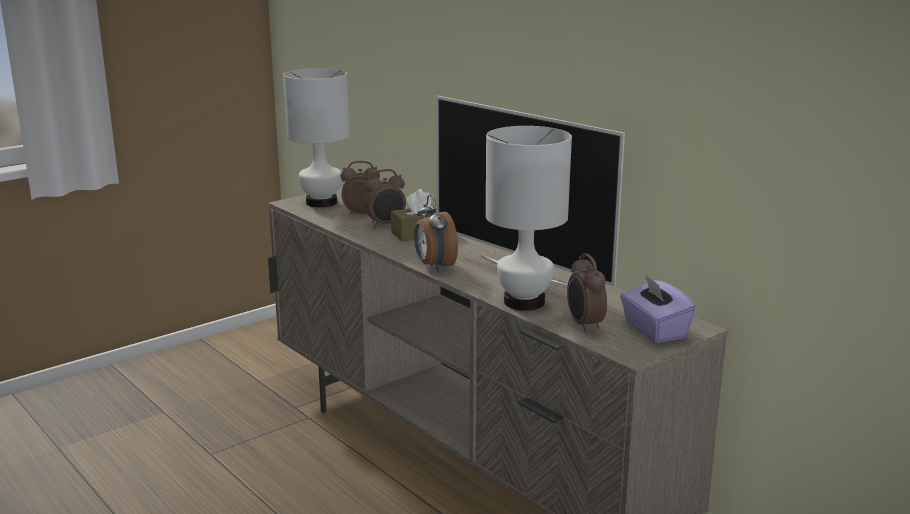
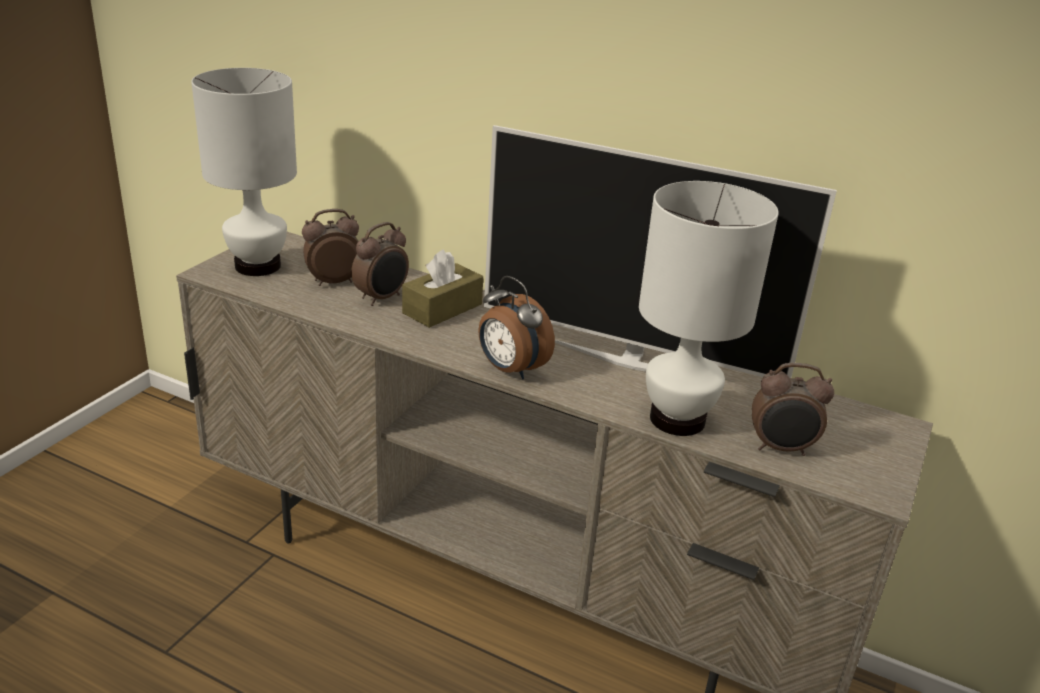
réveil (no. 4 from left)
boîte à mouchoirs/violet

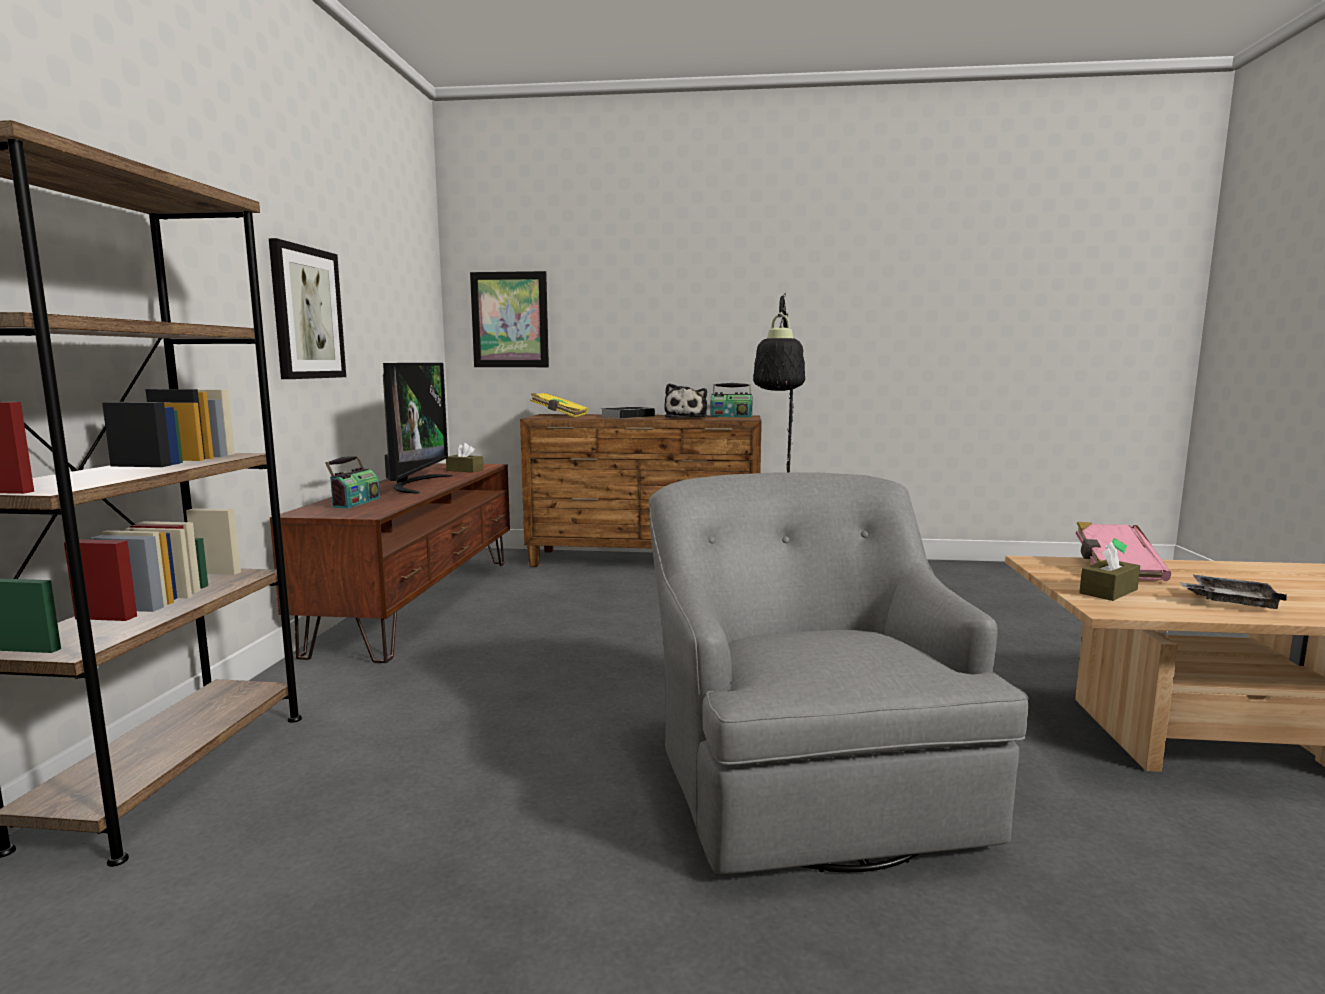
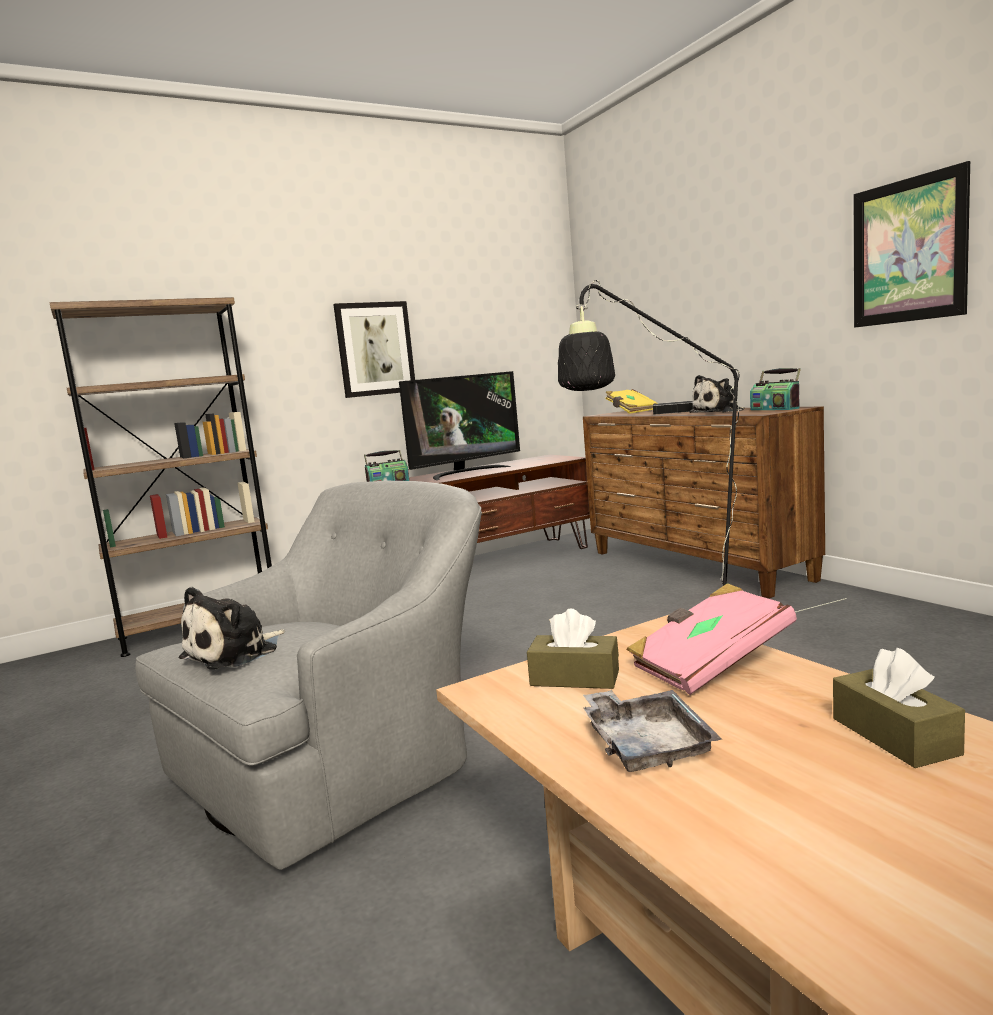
peluche (no. 1 from left)
boîte à mouchoirs/marron (no. 2 from left)
tableau (no. 2 from left)

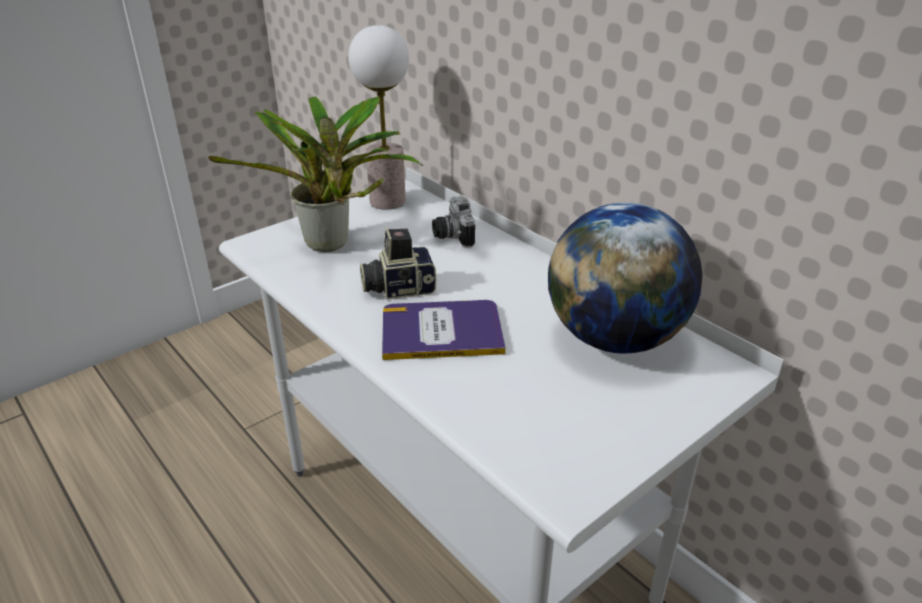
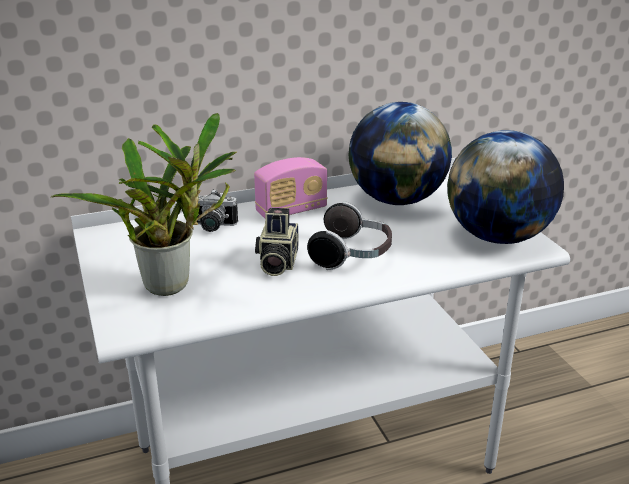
radio
casque audio
globe (no. 2 from left)
lampe de table

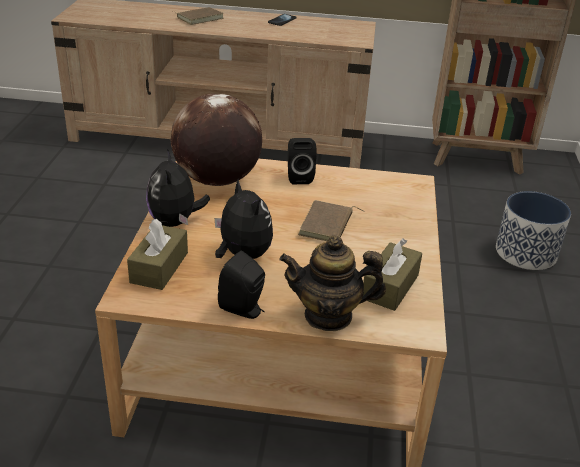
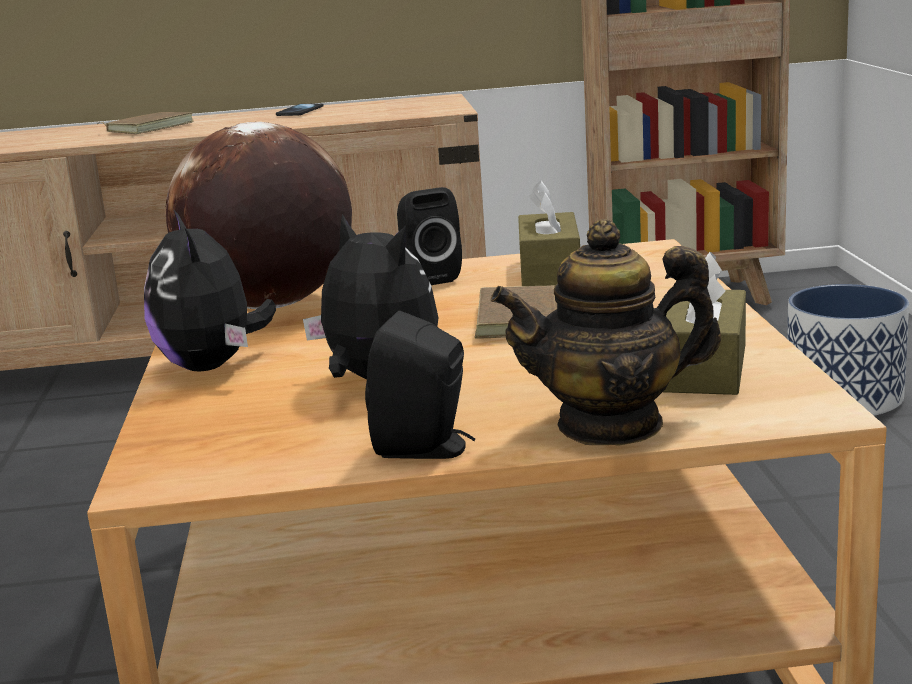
boîte à mouchoirs/marron (no. 1 from left)

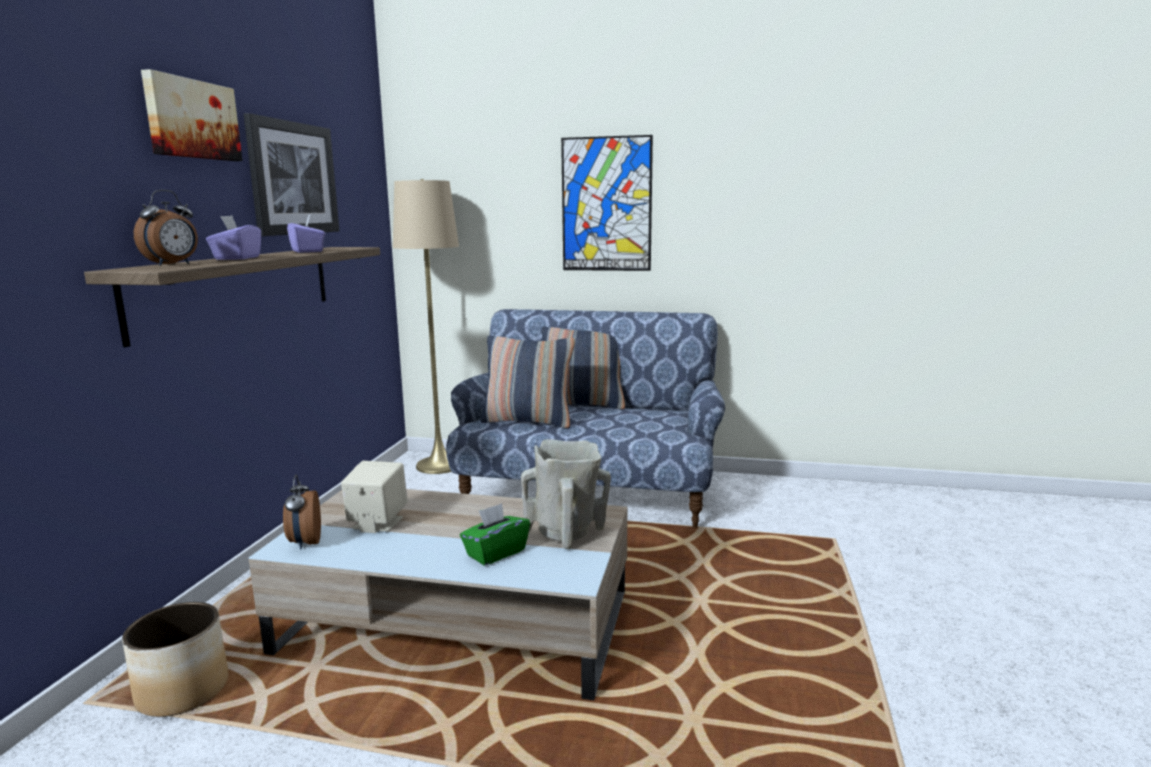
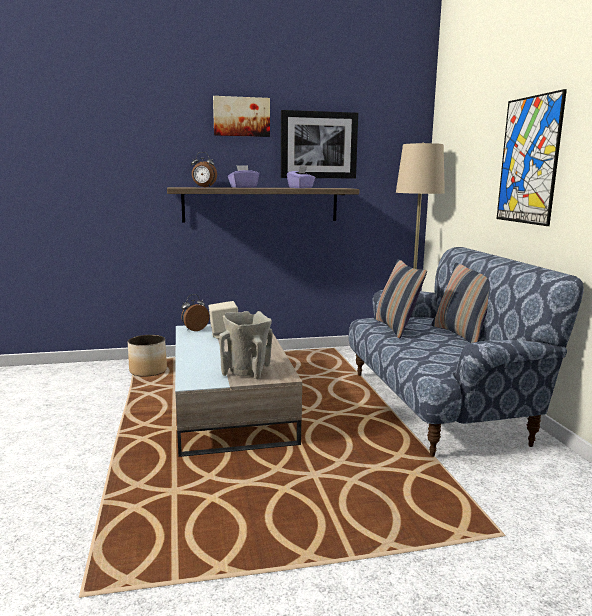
boîte à mouchoirs/vert

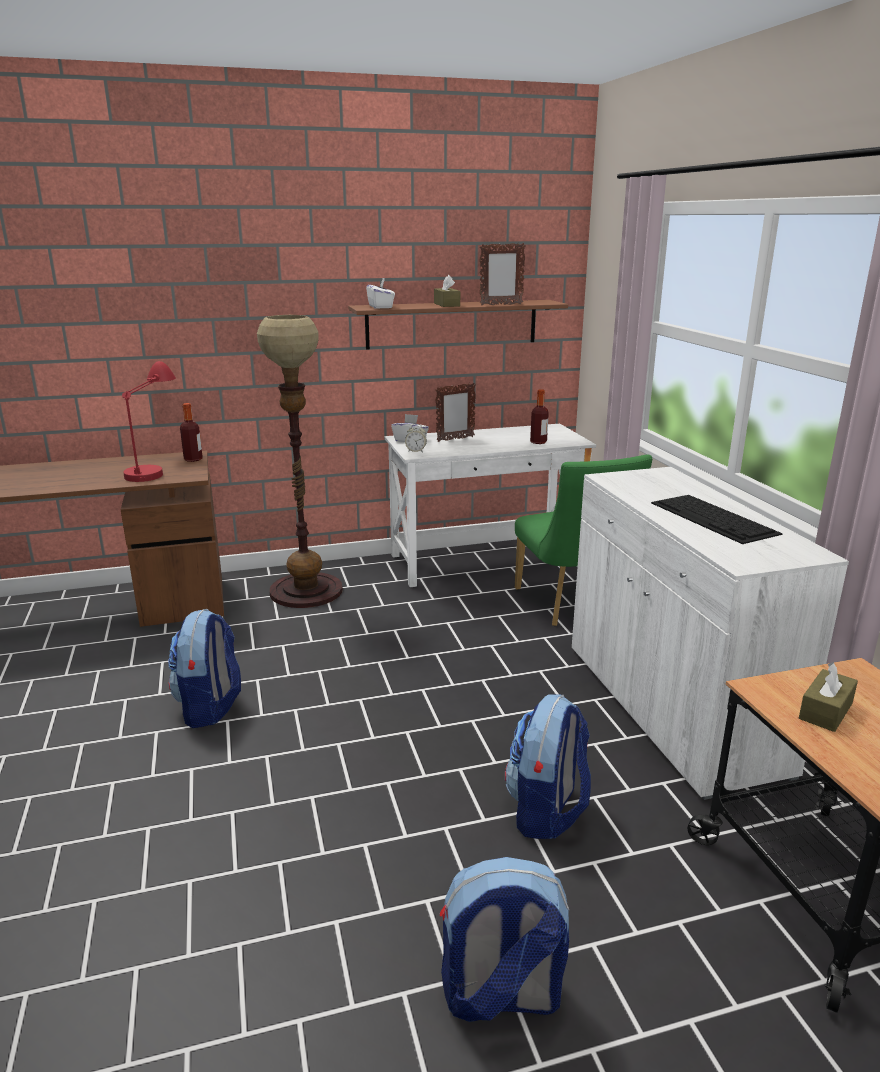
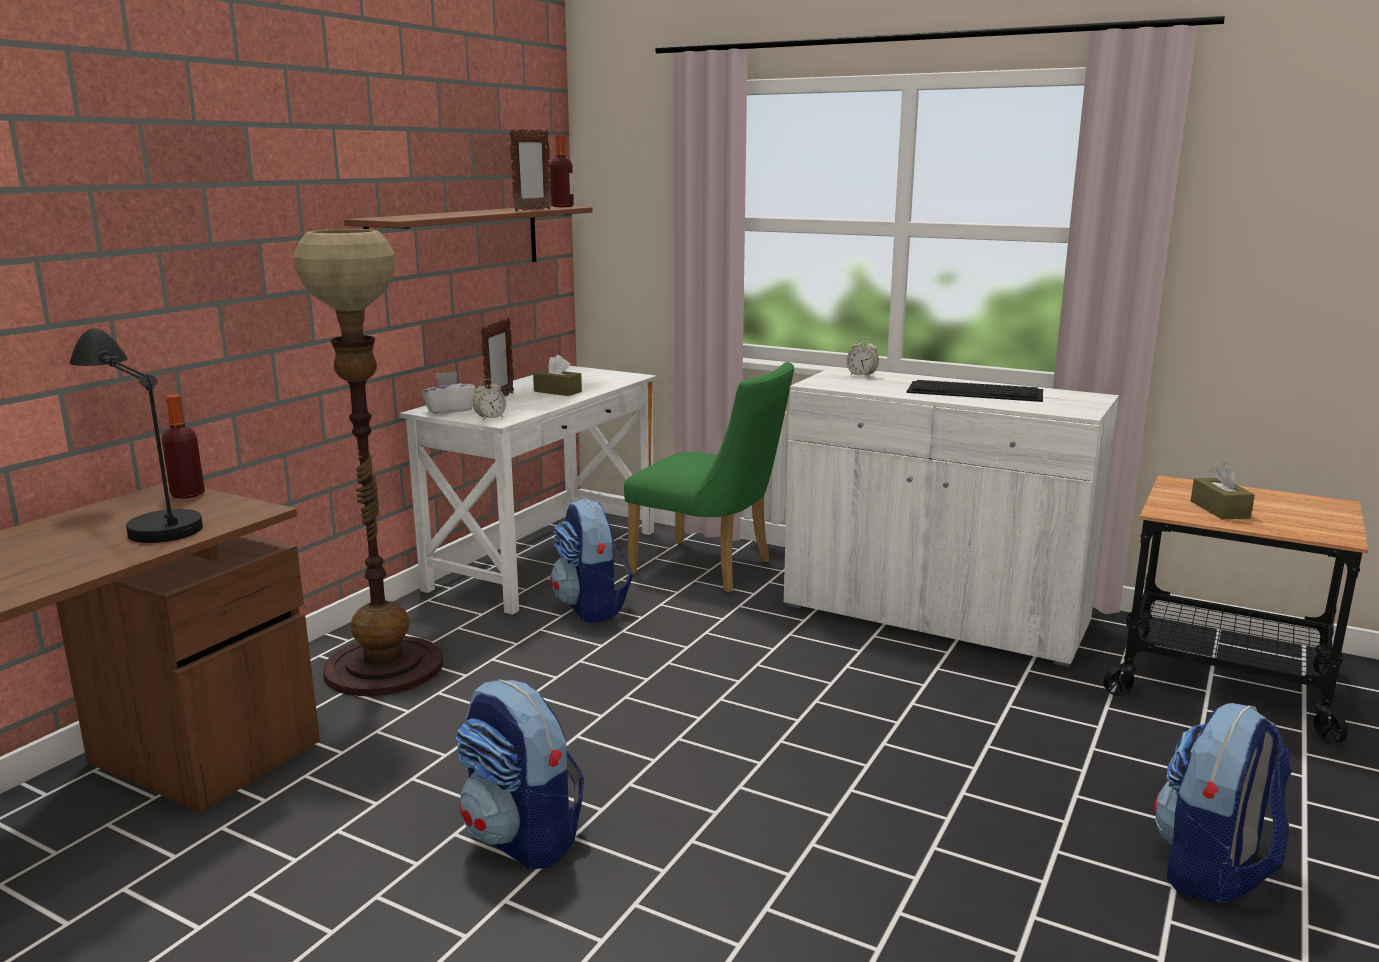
lampe de table/noir
boîte à mouchoirs/marron (no. 1 from left)
bouteille (no. 2 from left)
sac à dos (no. 2 from left)
réveil (no. 2 from left)
boîte à mouchoirs/blanc (no. 1 from left in the first image)

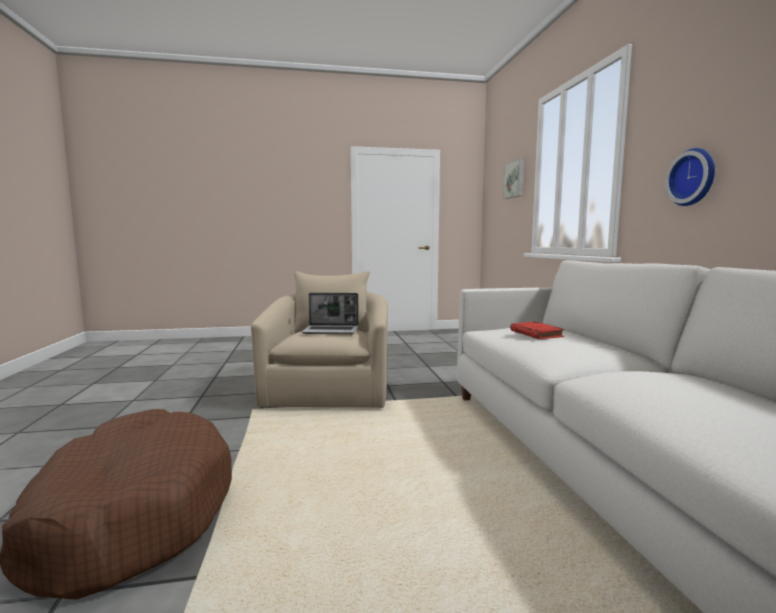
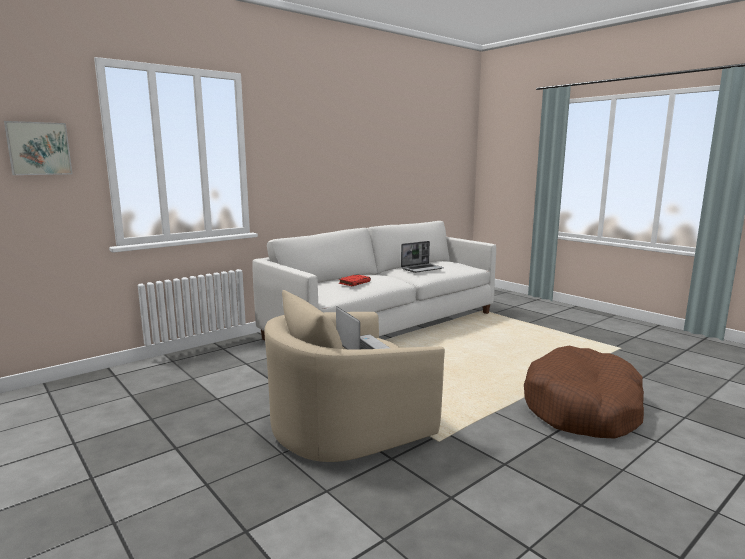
ordinateur portable (no. 2 from left)
horloge murale

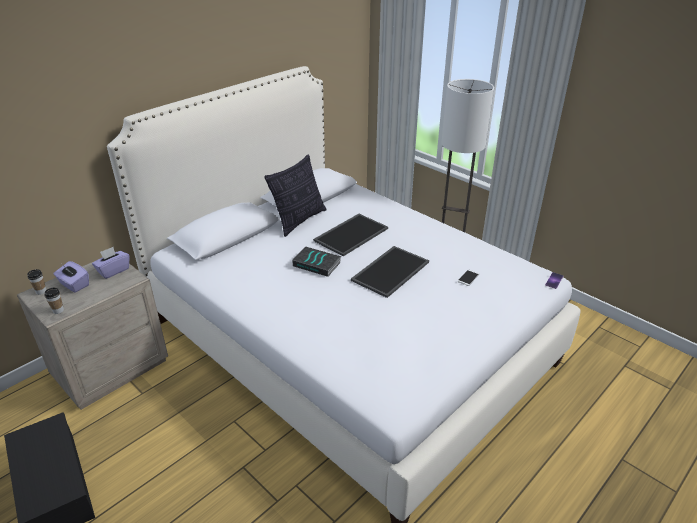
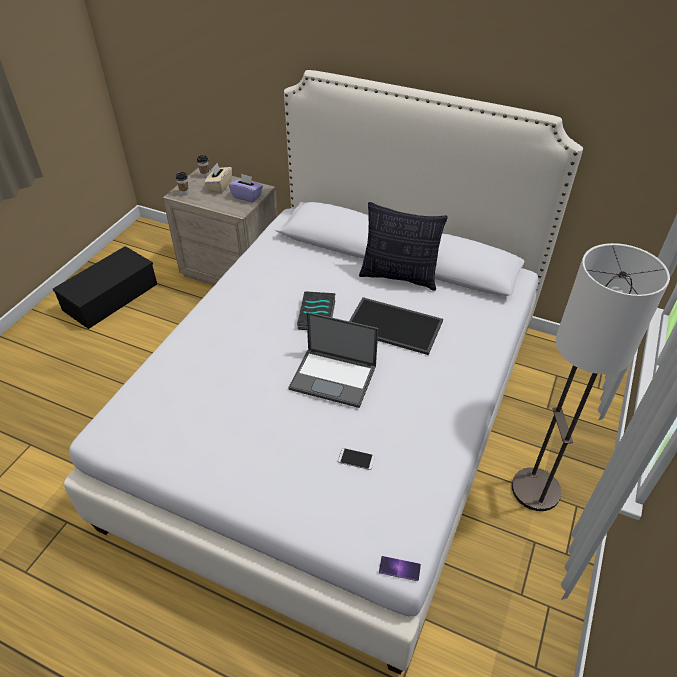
boîte à mouchoirs/beige
ordinateur portable

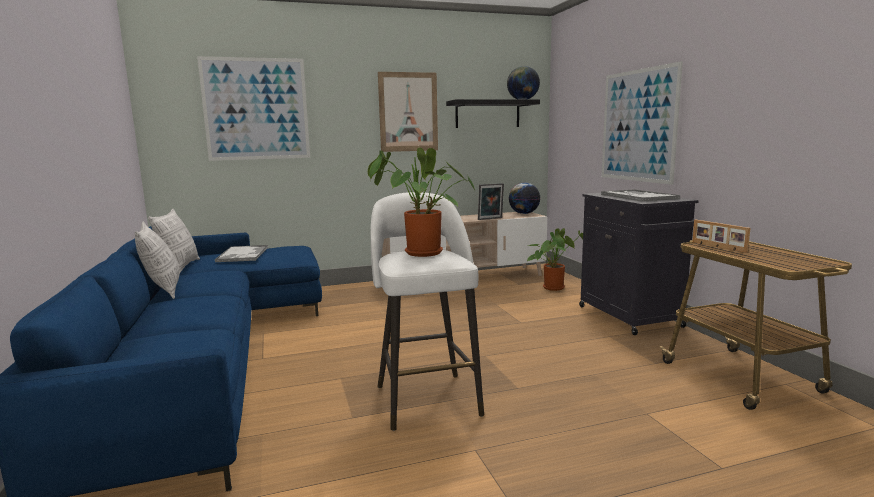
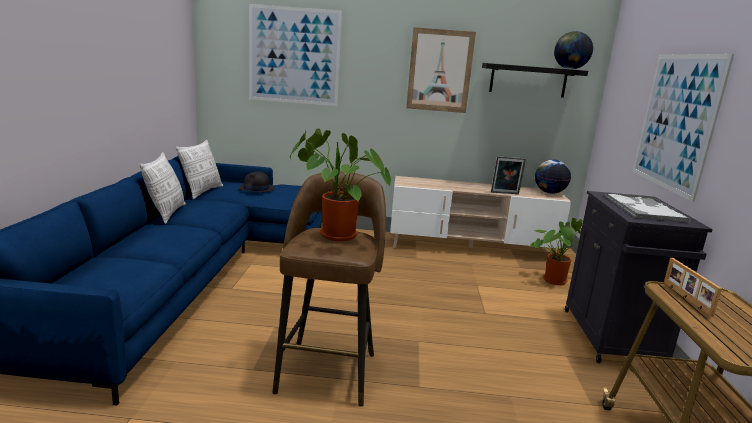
chapeau/noir
tabouret/marron

